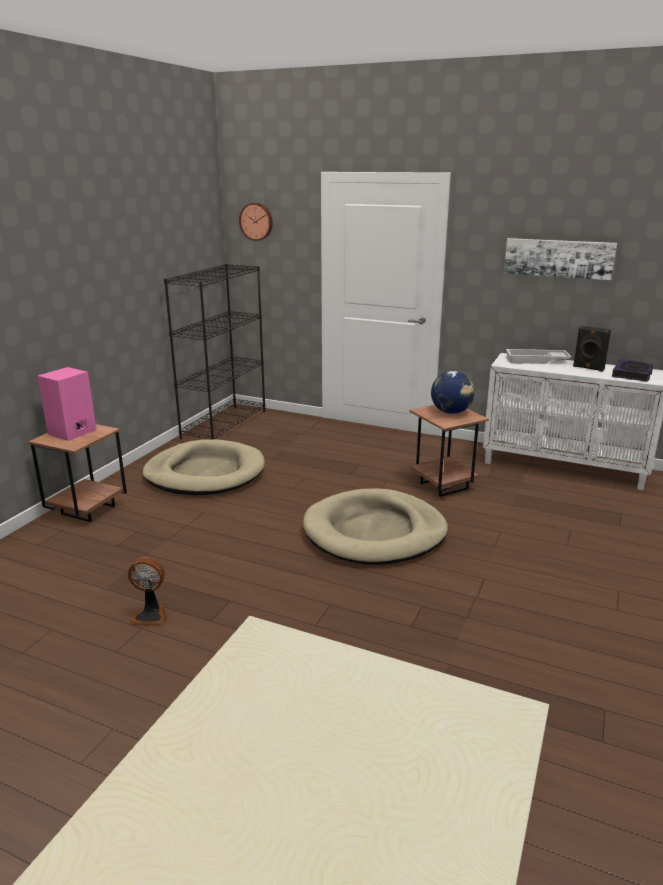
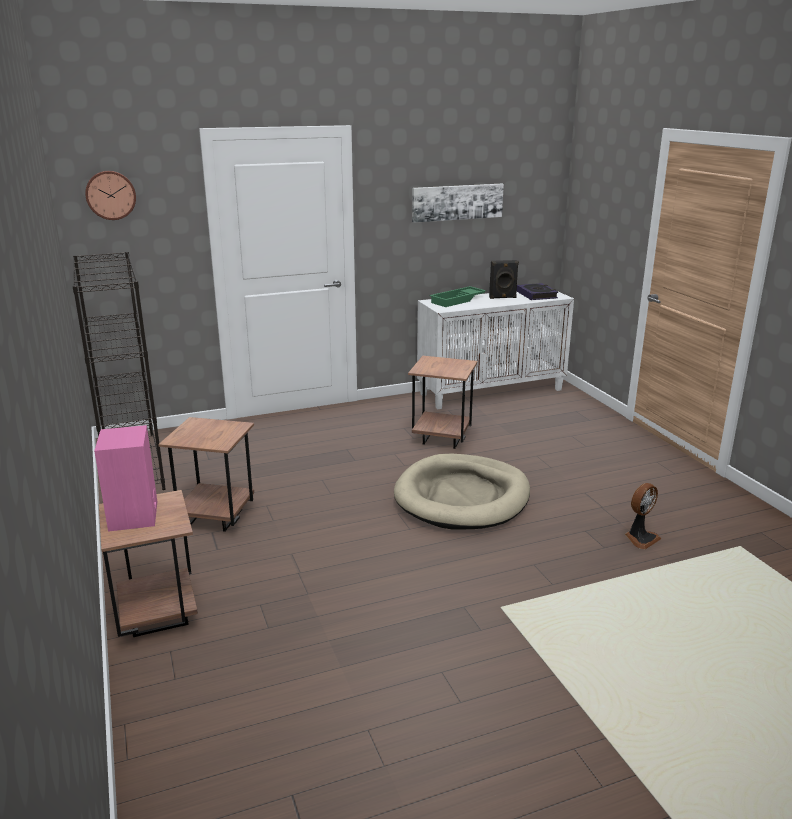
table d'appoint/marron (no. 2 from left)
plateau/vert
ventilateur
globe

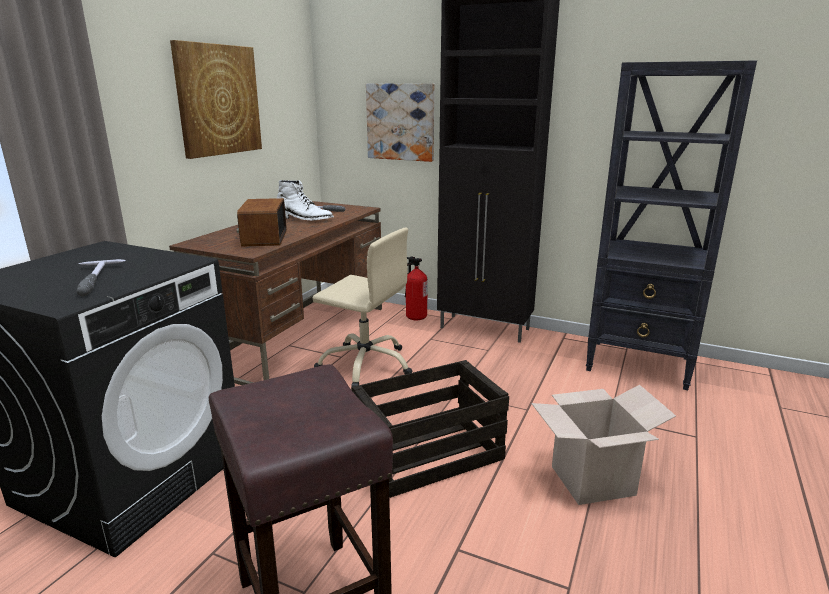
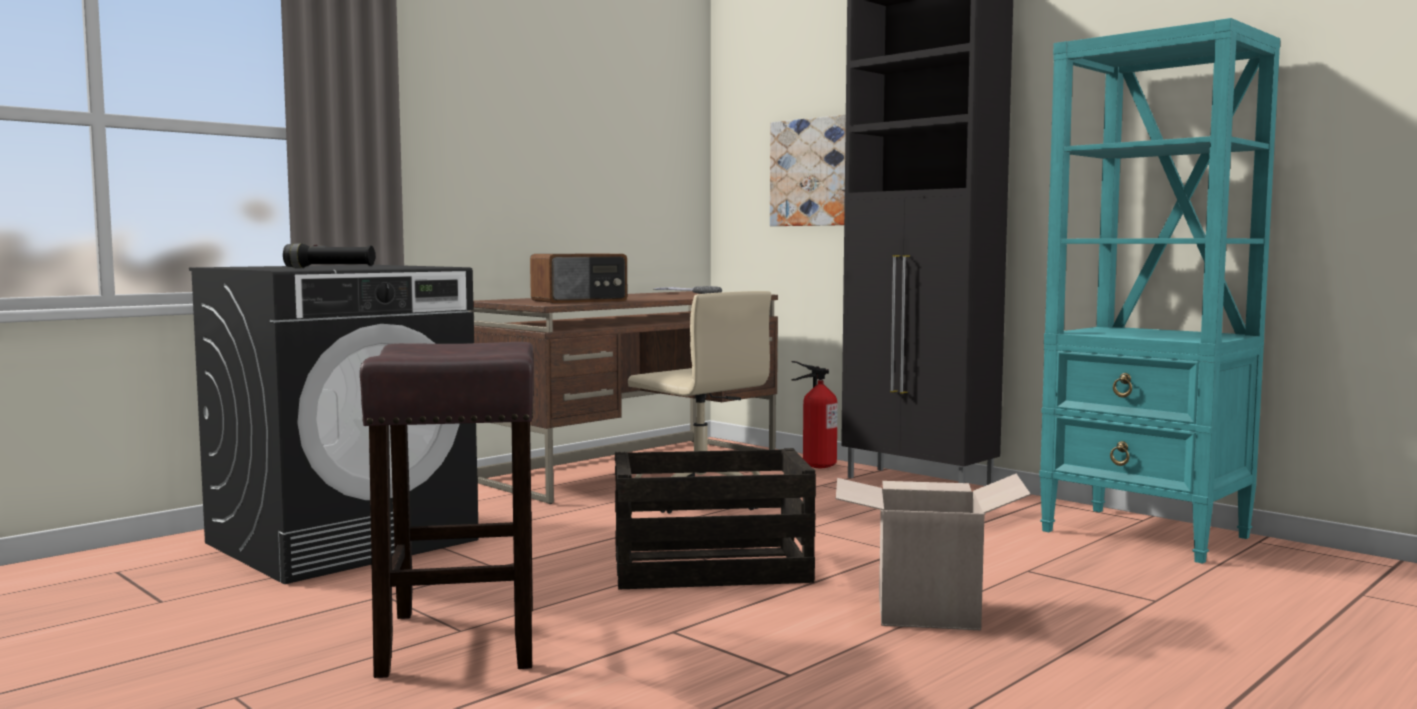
lampe de poche/noir
radio
bibliothèque/turquoise
tableau (no. 1 from left in the first image)
botte/blanc

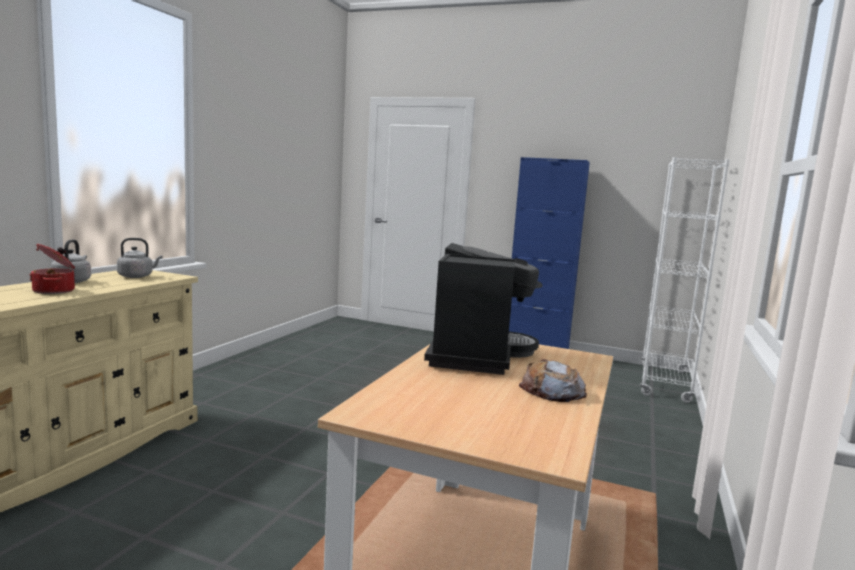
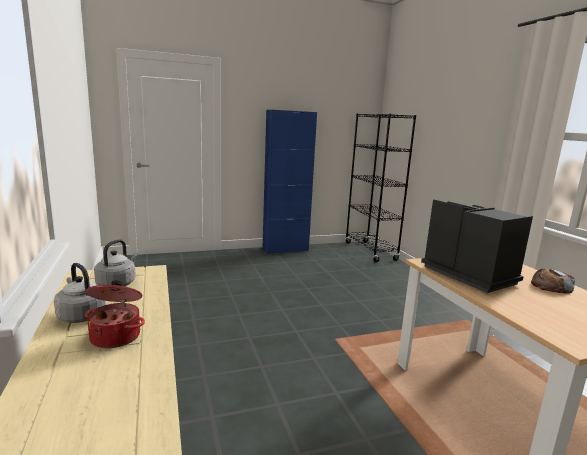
bibliothèque/noir

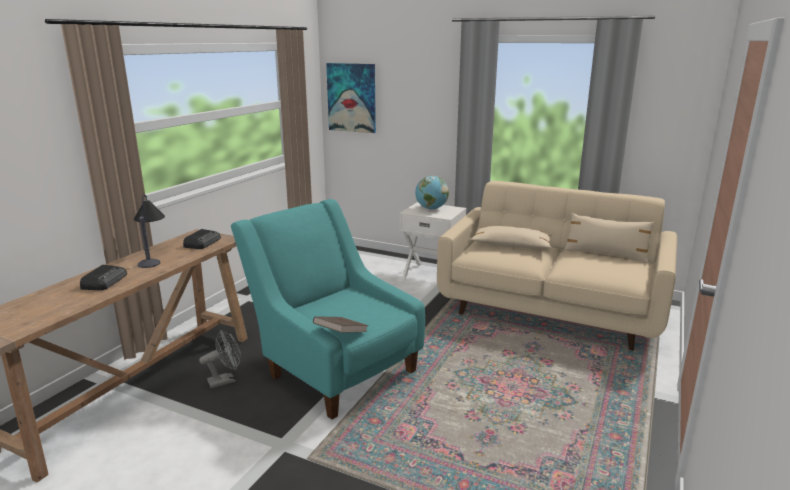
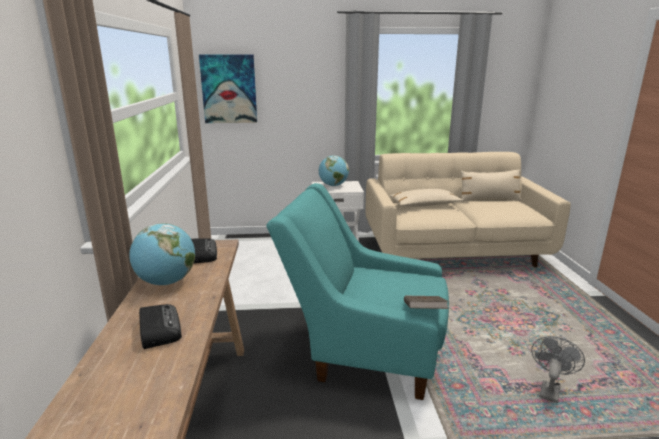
globe (no. 1 from left)
ventilateur/gris

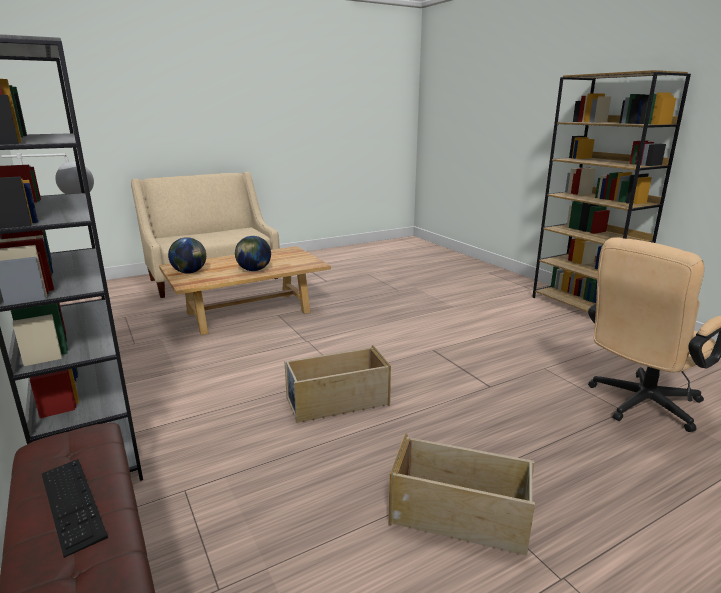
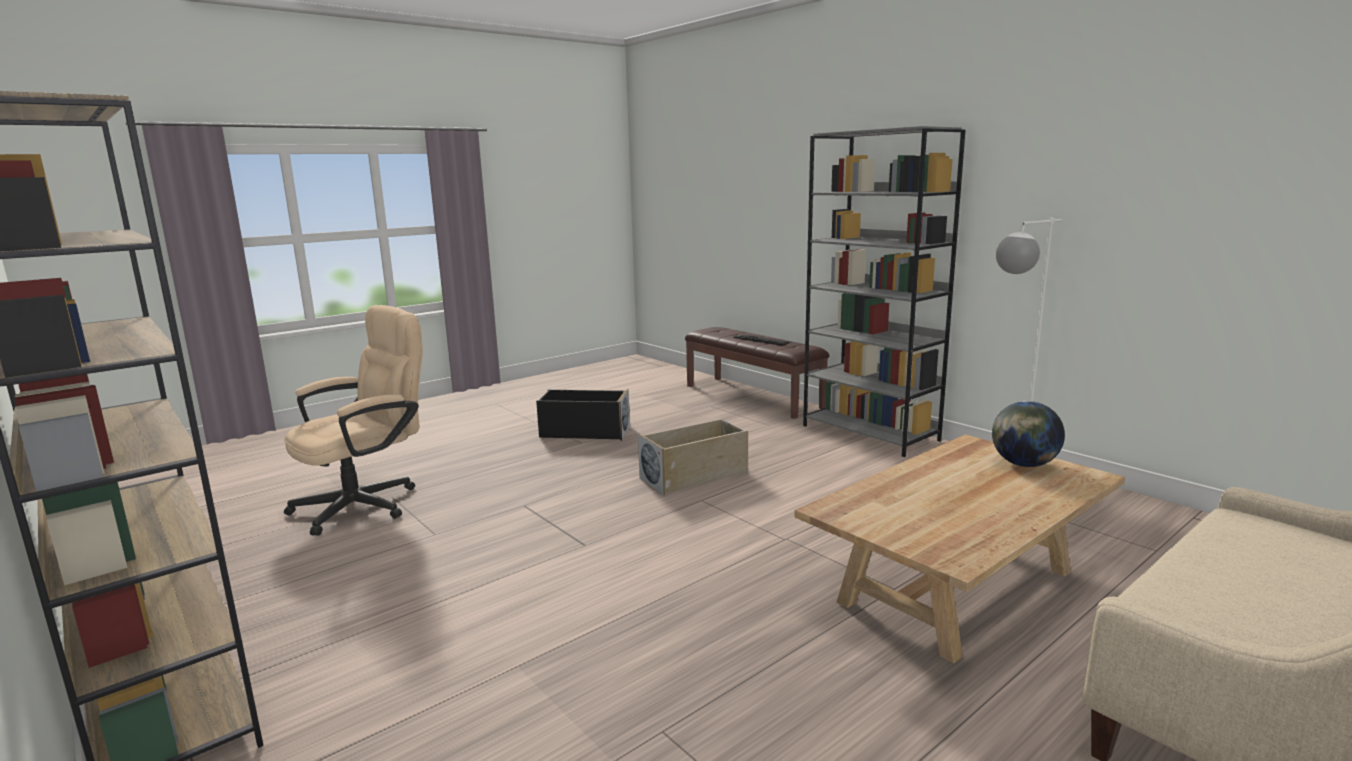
boîte de rangement/noir
globe (no. 2 from left in the first image)

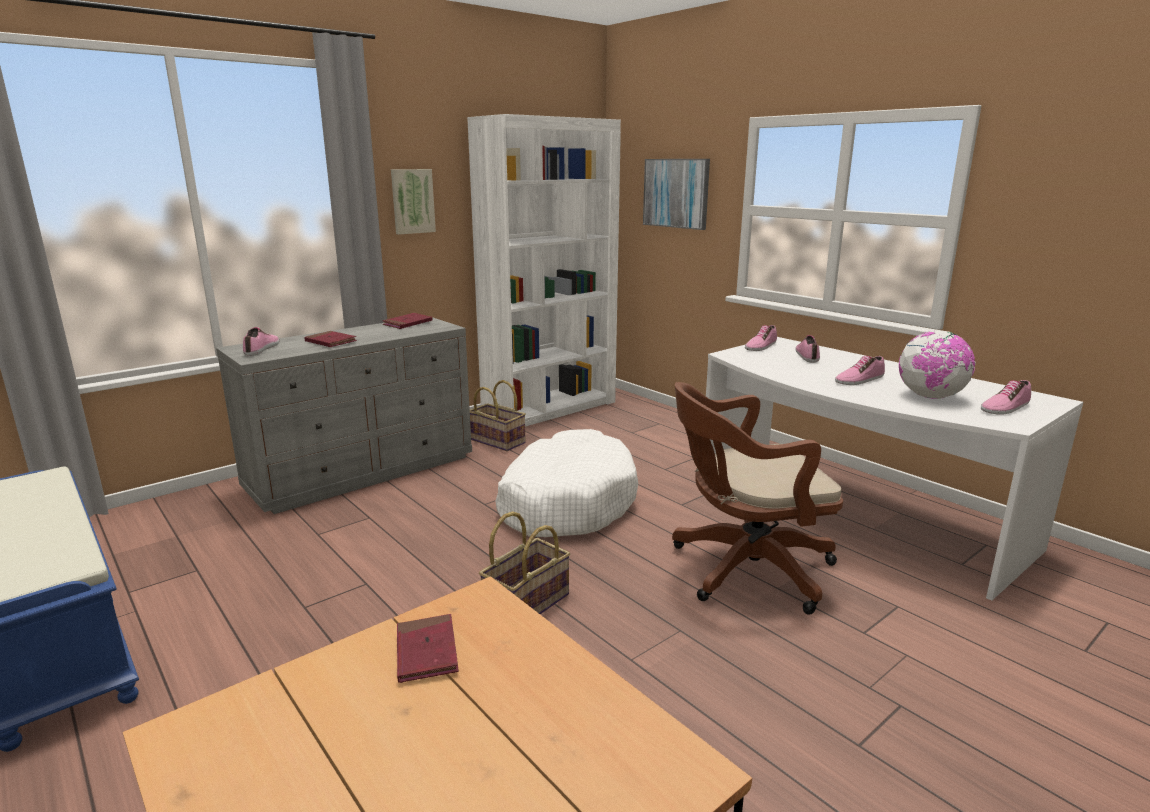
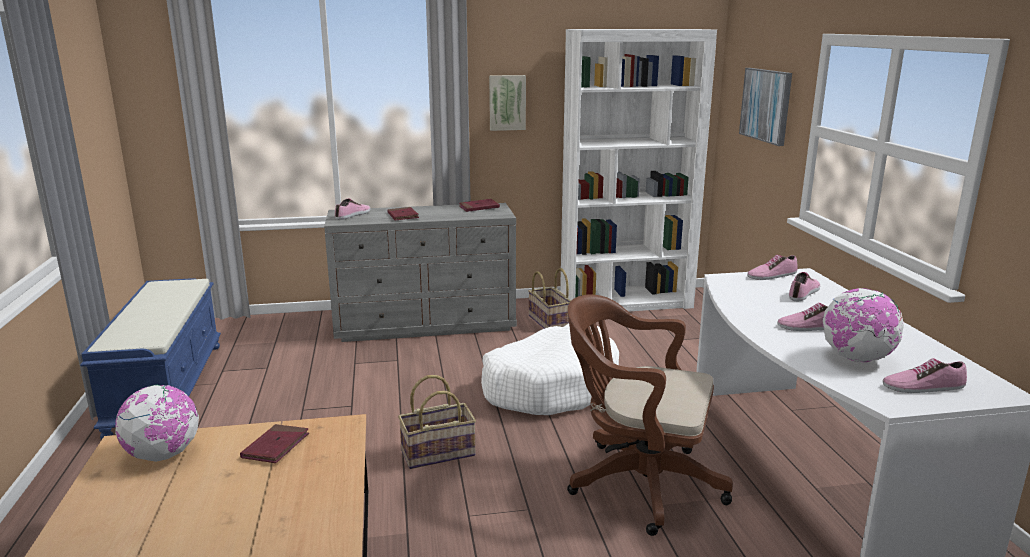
globe (no. 1 from left)

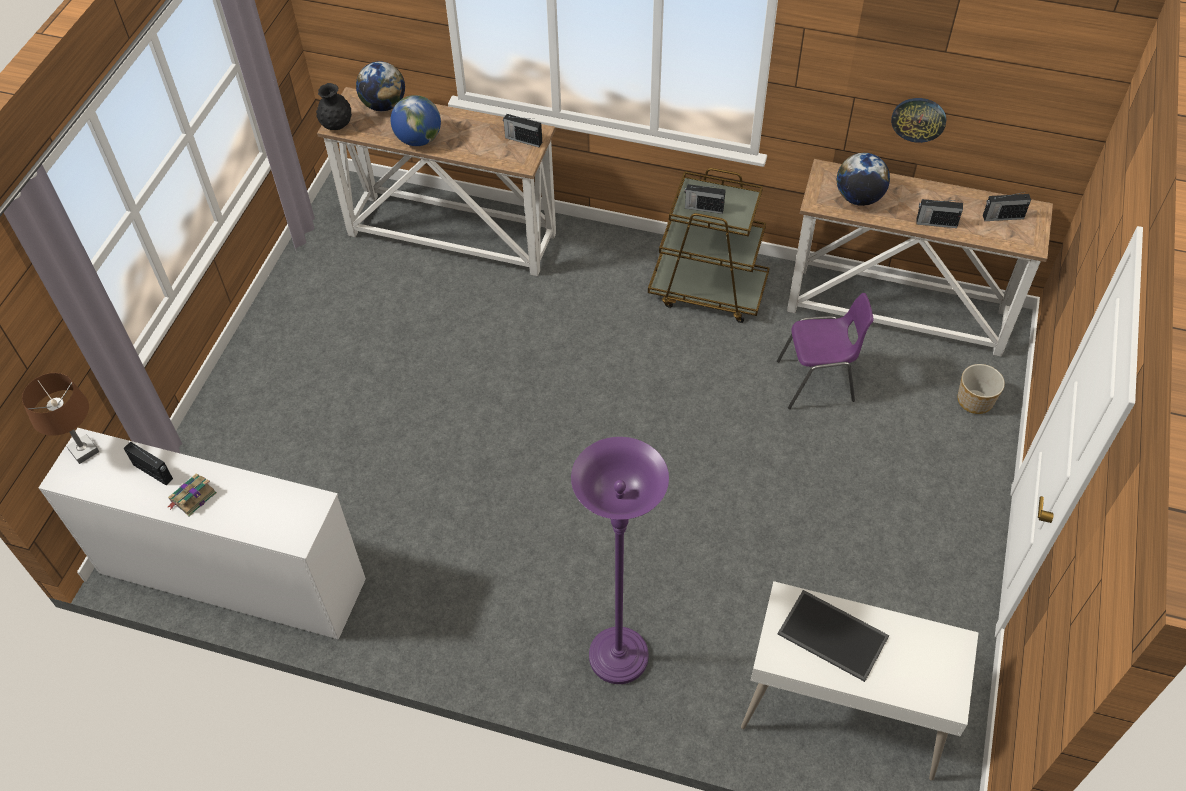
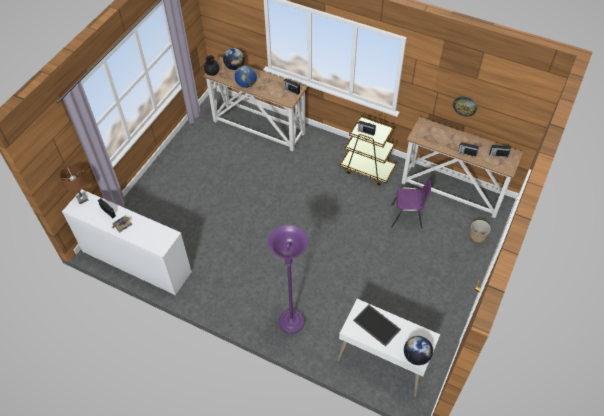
globe (no. 3 from left)

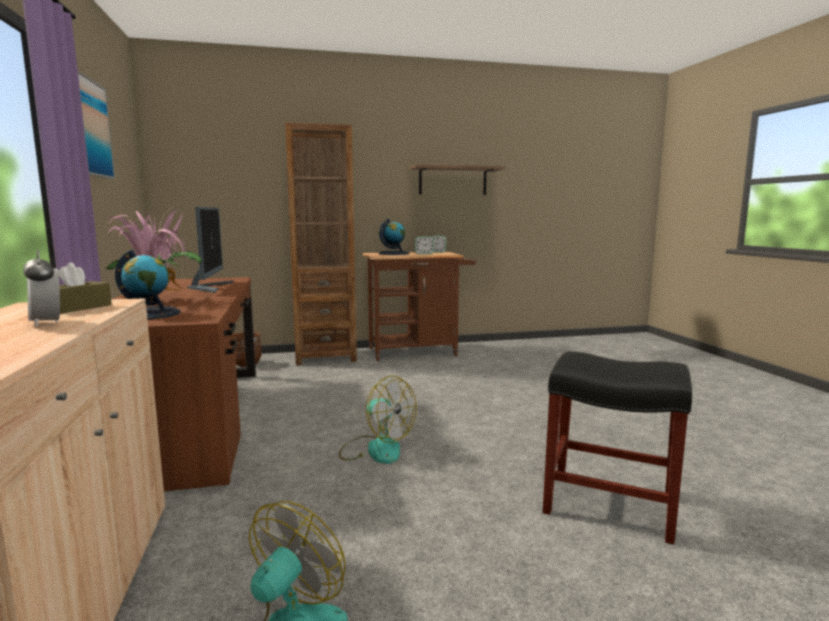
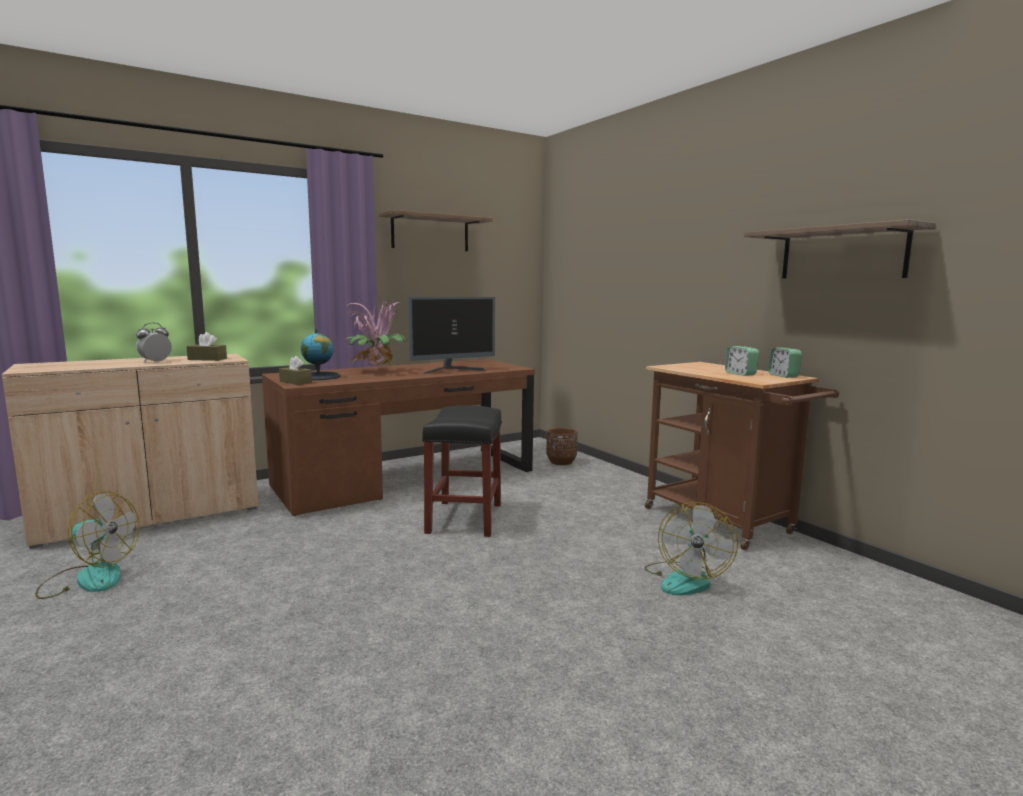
boîte à mouchoirs/marron (no. 2 from left)
étagère (no. 1 from left)
tabouret/noir
ventilateur (no. 2 from left)
bibliothèque/marron
globe (no. 2 from left in the first image)

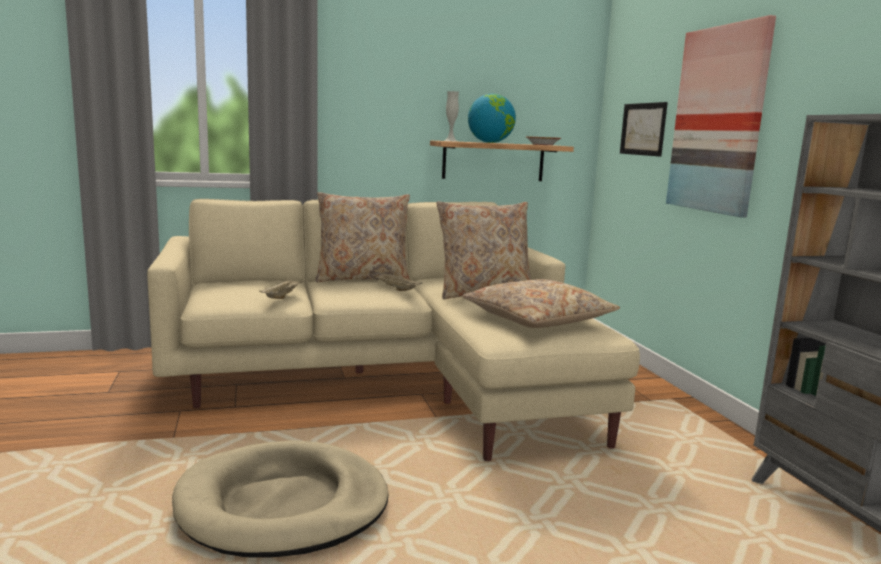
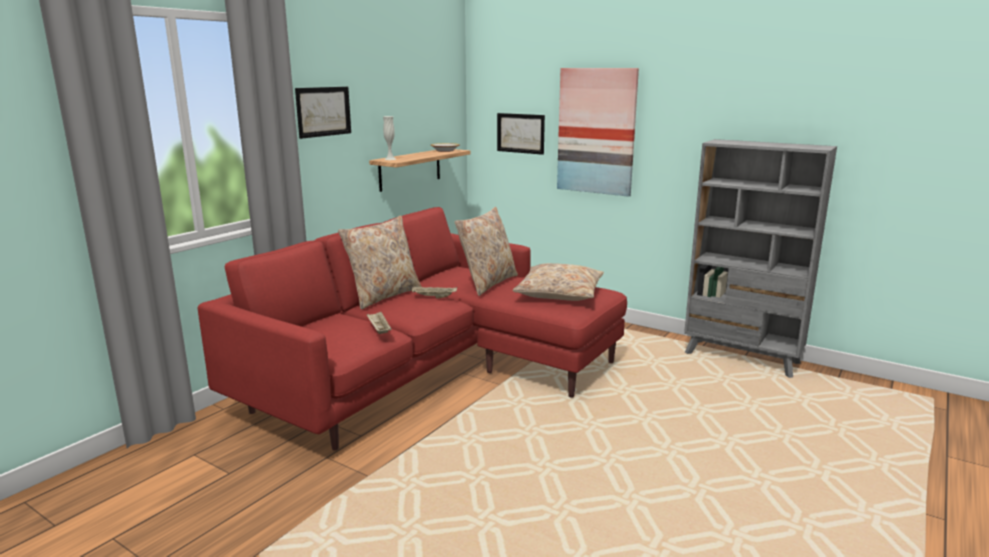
canapé/rouge
tableau (no. 1 from left)
panier pour chien/beige
globe

